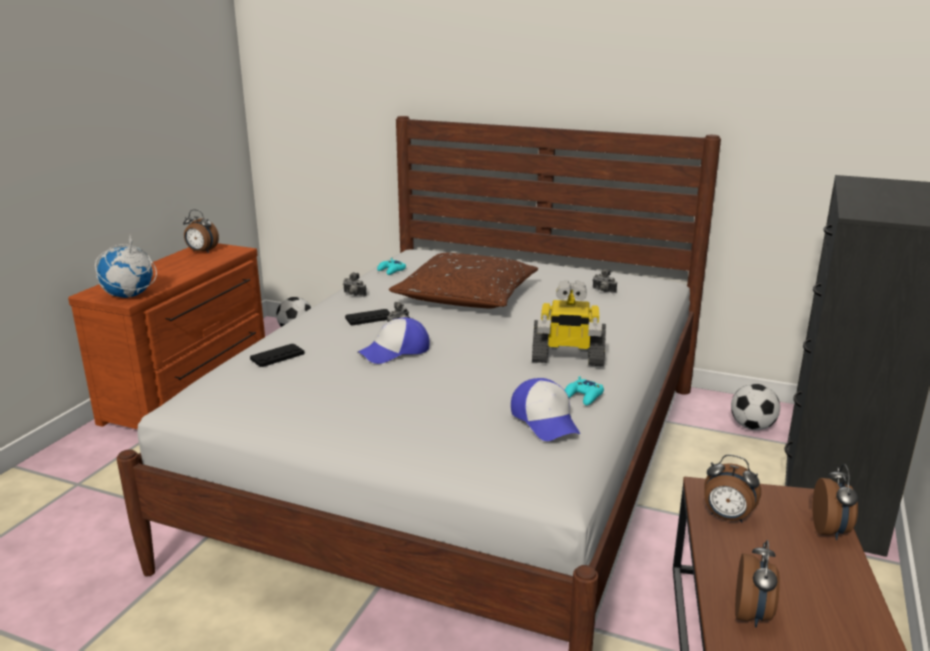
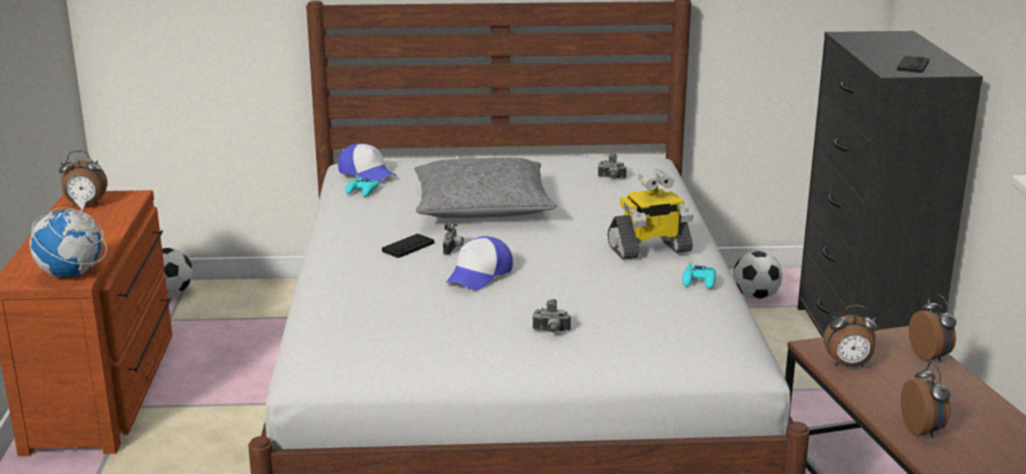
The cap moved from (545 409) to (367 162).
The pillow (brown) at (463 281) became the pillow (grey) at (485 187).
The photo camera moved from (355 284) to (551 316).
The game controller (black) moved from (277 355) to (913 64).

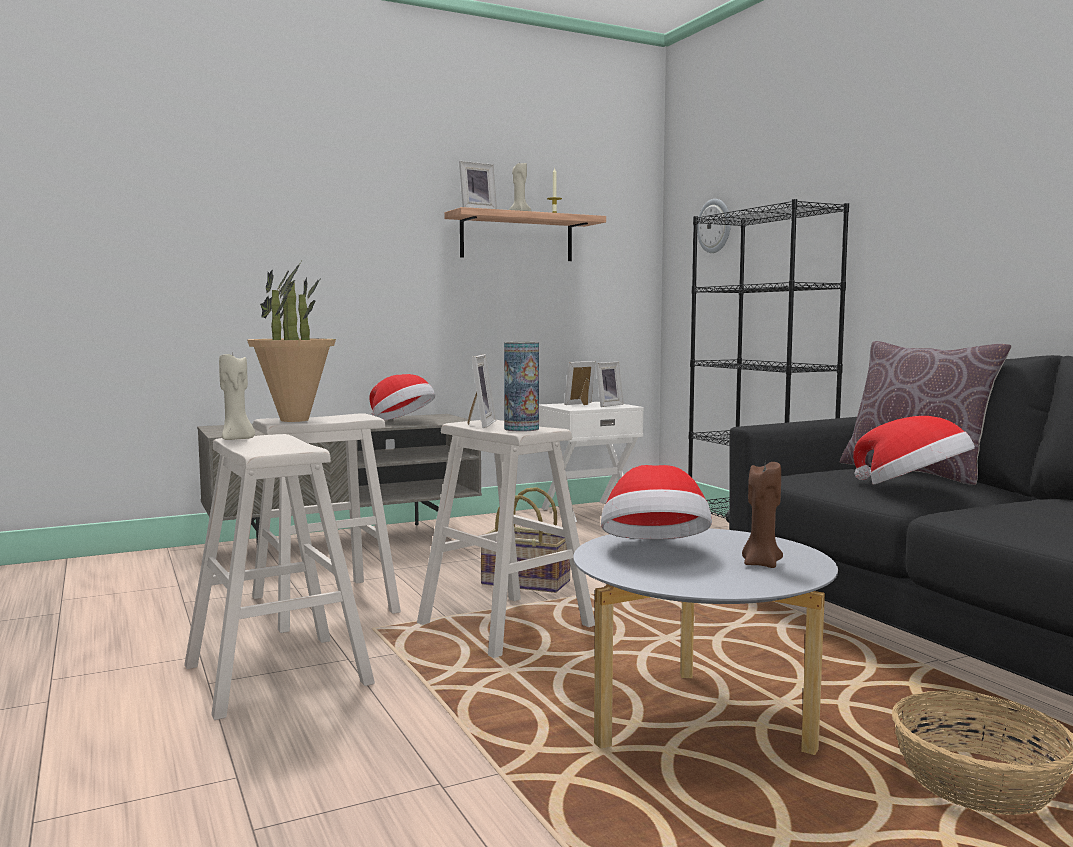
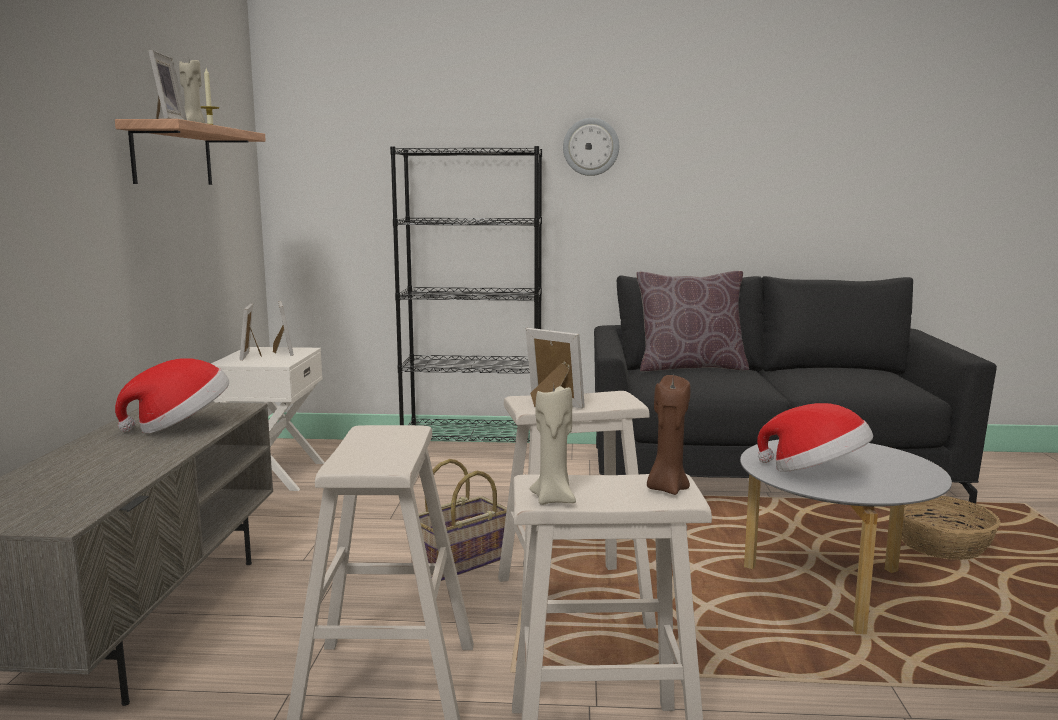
The wall clock moved from (714 226) to (591 147).
The candle (brown) moved from (762 515) to (669 435).
The potted plant at (291 342) disappeared.
The vase at (521 387) disappeared.
The hat at (914 450) disappeared.

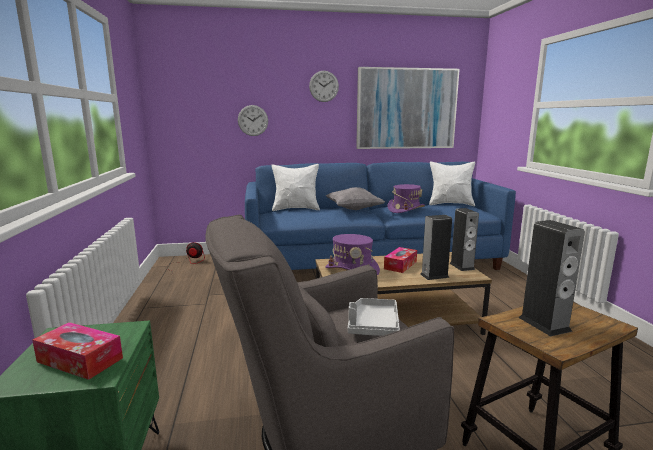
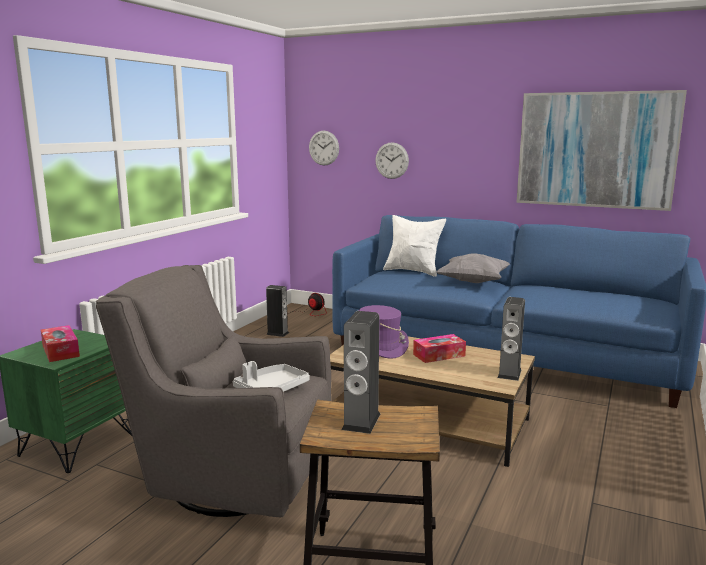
The speaker moved from (436 247) to (277 311).
The wall clock moved from (324 86) to (324 148).
The hat (purple) at (406 198) disappeared.
The pillow (white) at (452 183) disappeared.

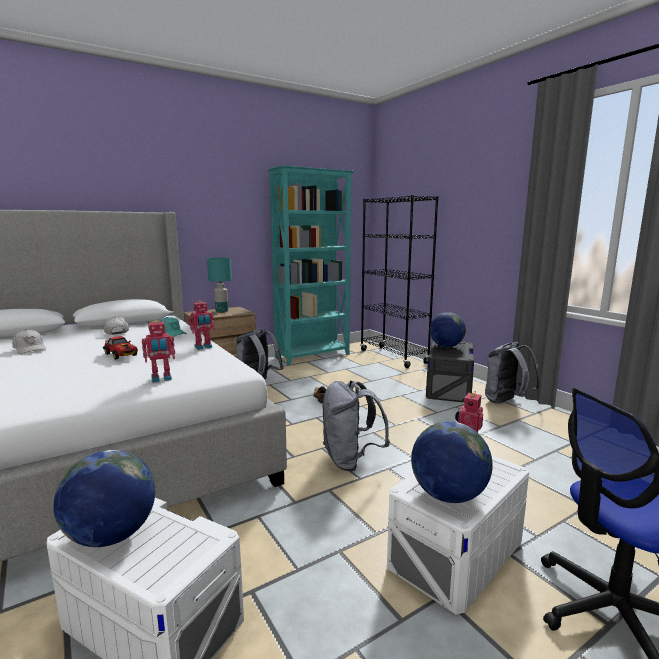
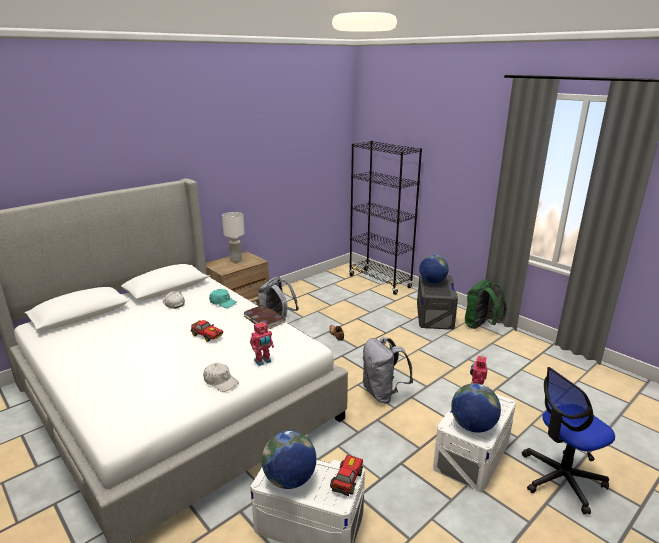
The cap (white) moved from (29 342) to (221 377).
The table lamp (turquoise) at (219 285) became the table lamp (white) at (233 237).
The toy robot at (202 325) was replaced by the book at (264 317).
The toy car at (346 475) appeared.
The backpack (grey) at (512 373) became the backpack (green) at (485 304).
The bookcase (turquoise) at (311 265) disappeared.

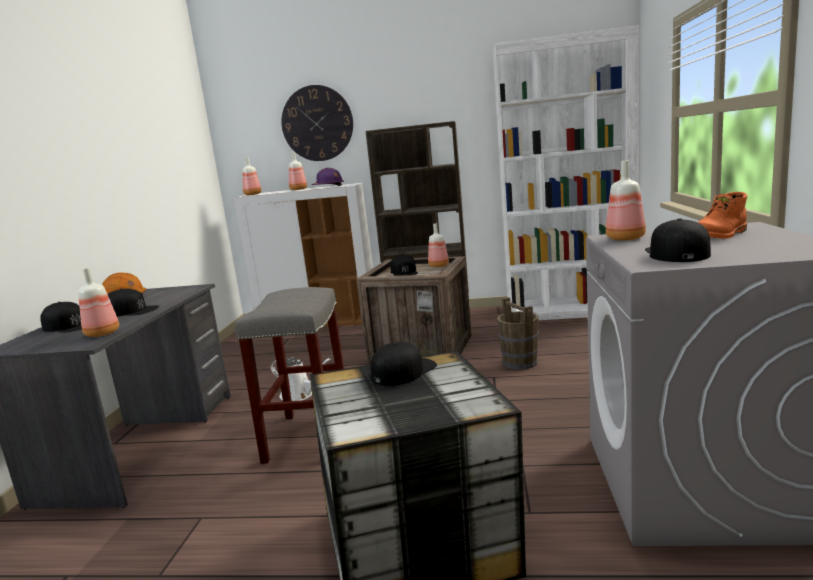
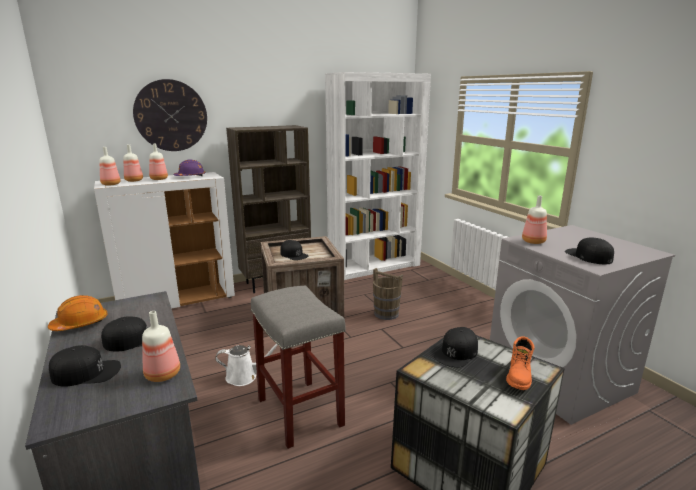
The bottle moved from (438 245) to (133 163).
The cap (black) at (403 364) turned 150 degrees counterclockwise.
The boot (orange) moved from (722 215) to (520 363).

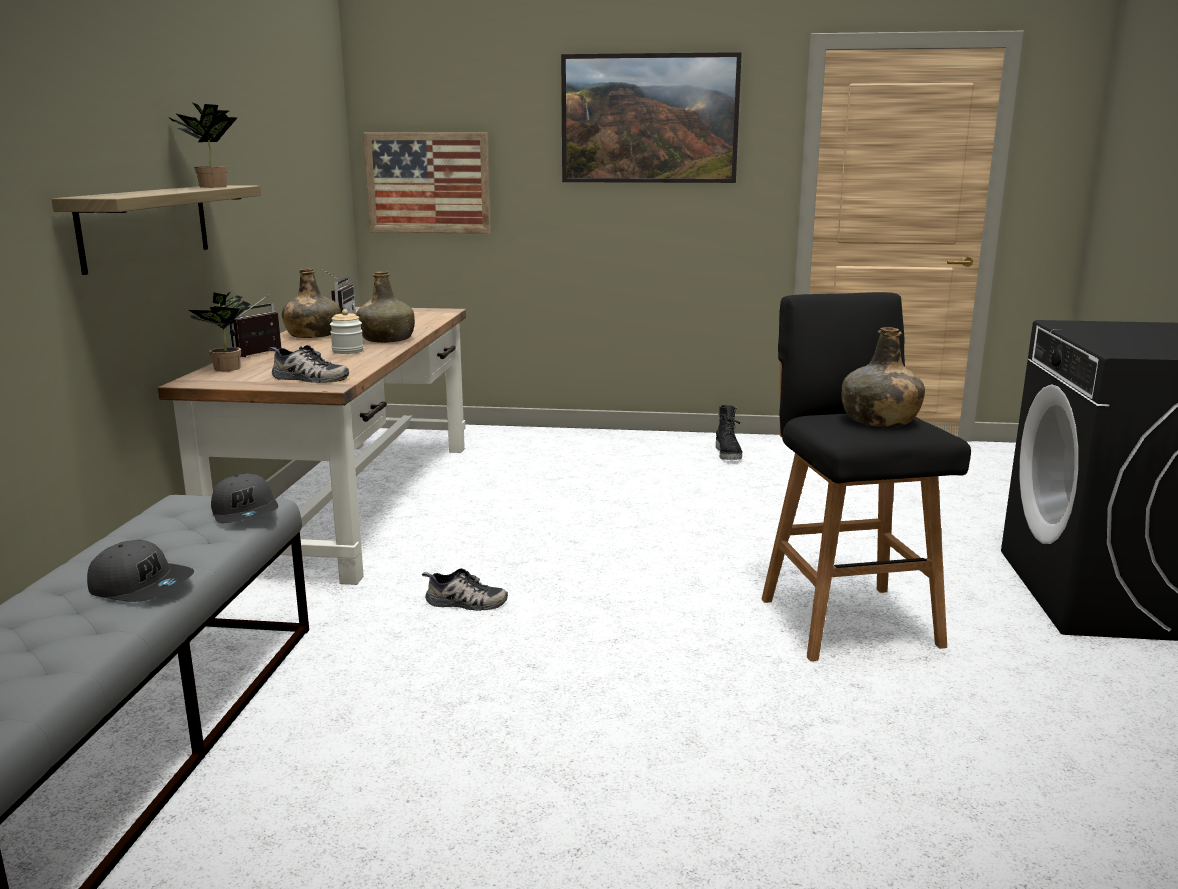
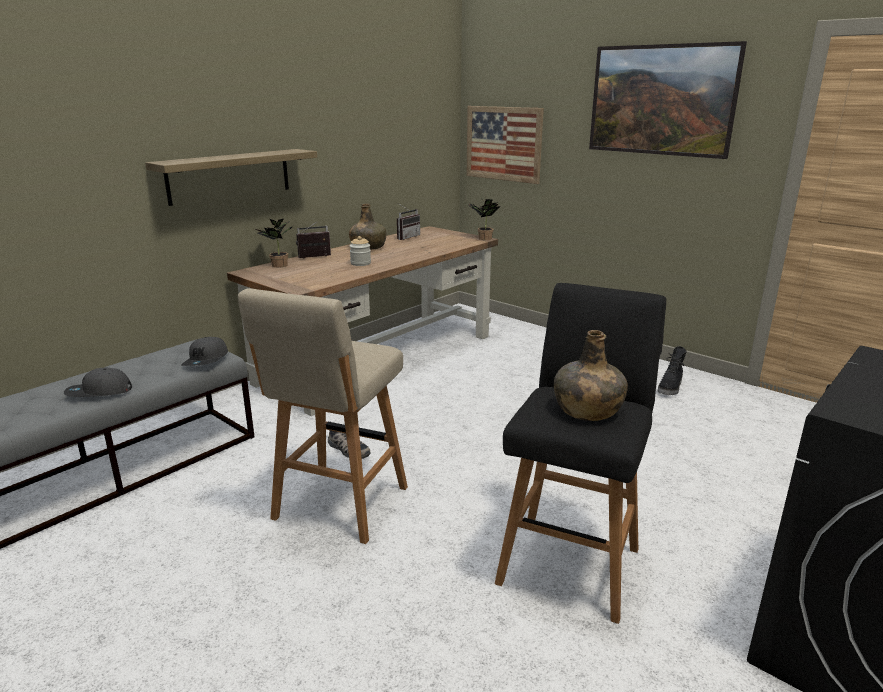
The cap (grey) at (140 571) turned 105 degrees clockwise.
The stool (beige) at (323 416) appeared.
The potted plant moved from (203 145) to (484 219).
The shoe at (309 364) disappeared.
The bottle (green) at (385 307) disappeared.

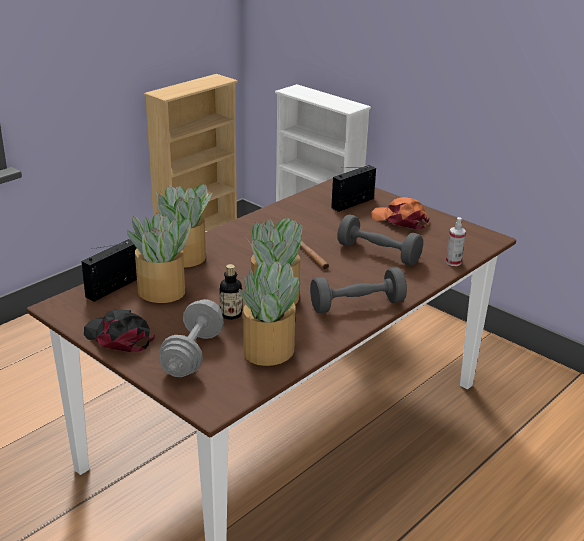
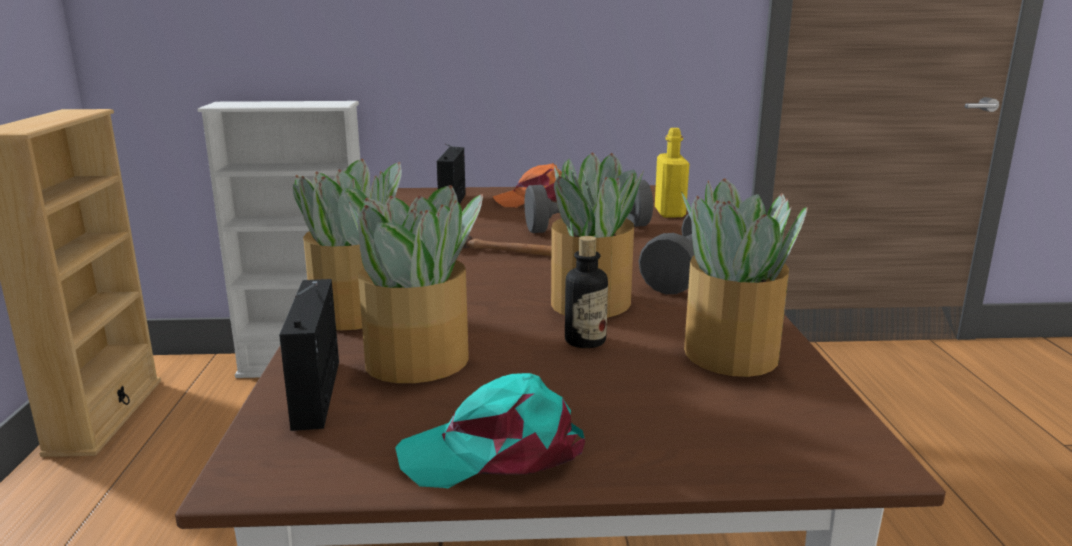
The cap (black) at (119 331) became the cap (turquoise) at (490 430).
The spray bottle at (456 241) was replaced by the bottle (yellow) at (672 172).
The dumbbell (grey) at (191 338) disappeared.

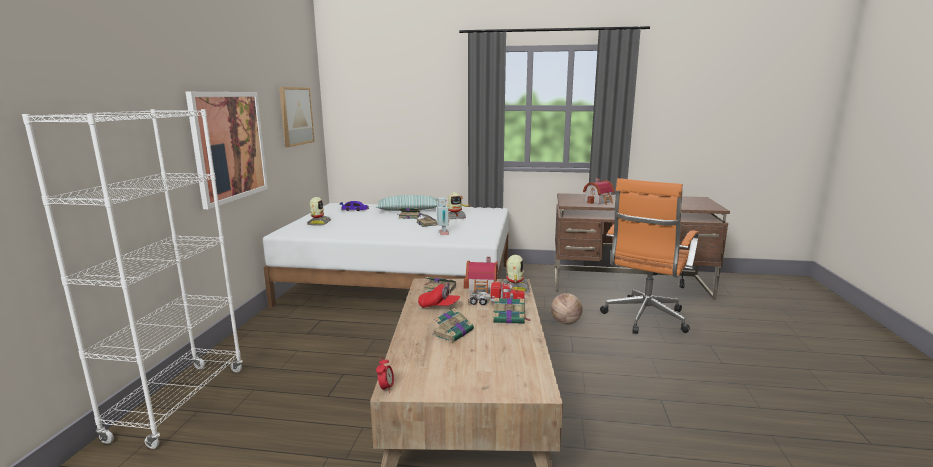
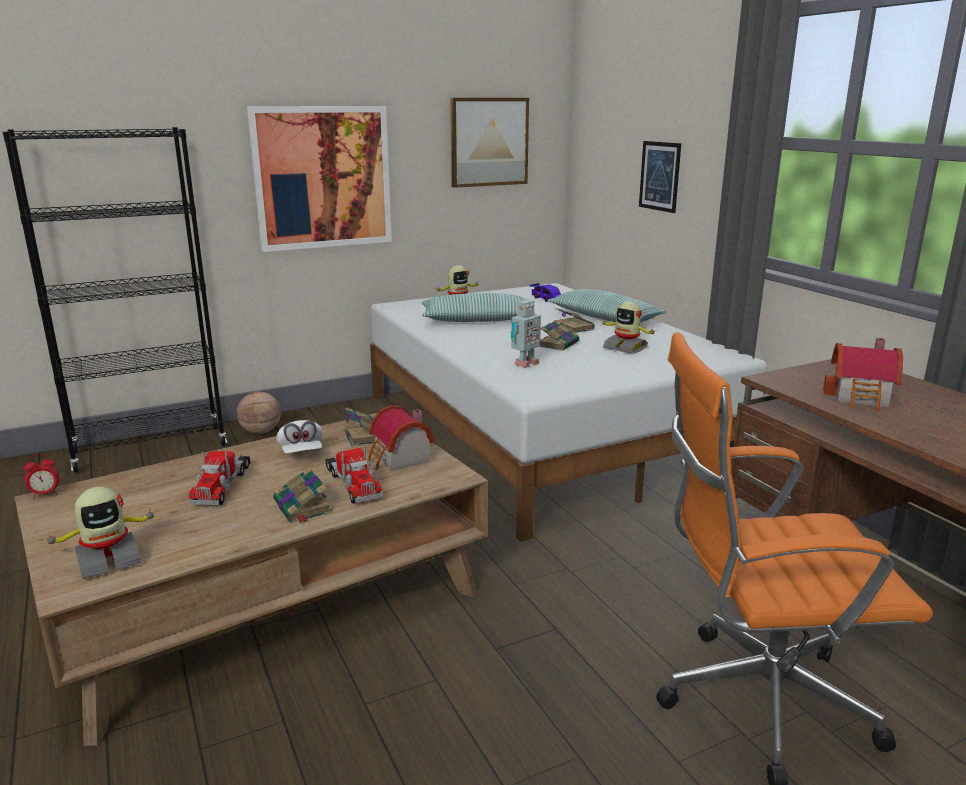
The bookcase (white) at (132 279) became the bookcase (black) at (115 300).
The toy robot moved from (517 274) to (99 533).
The book at (453 325) was replaced by the toy truck at (219 478).
The basketball moved from (567 309) to (259 412).
The cap (red) at (439 295) became the cap (white) at (299 436).
The pillow at (478 307) appeared.
The picture at (660 177) appeared.

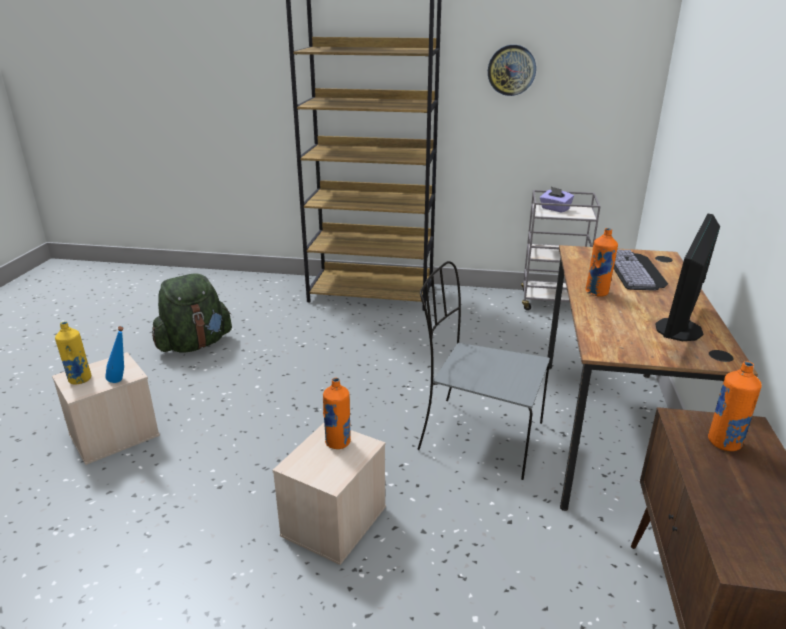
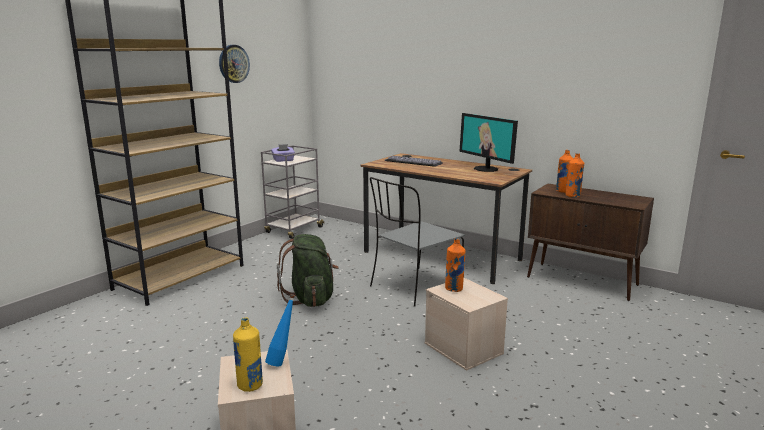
The backpack (green) moved from (192 313) to (308 270).
The bottle (orange) moved from (601 262) to (574 175).

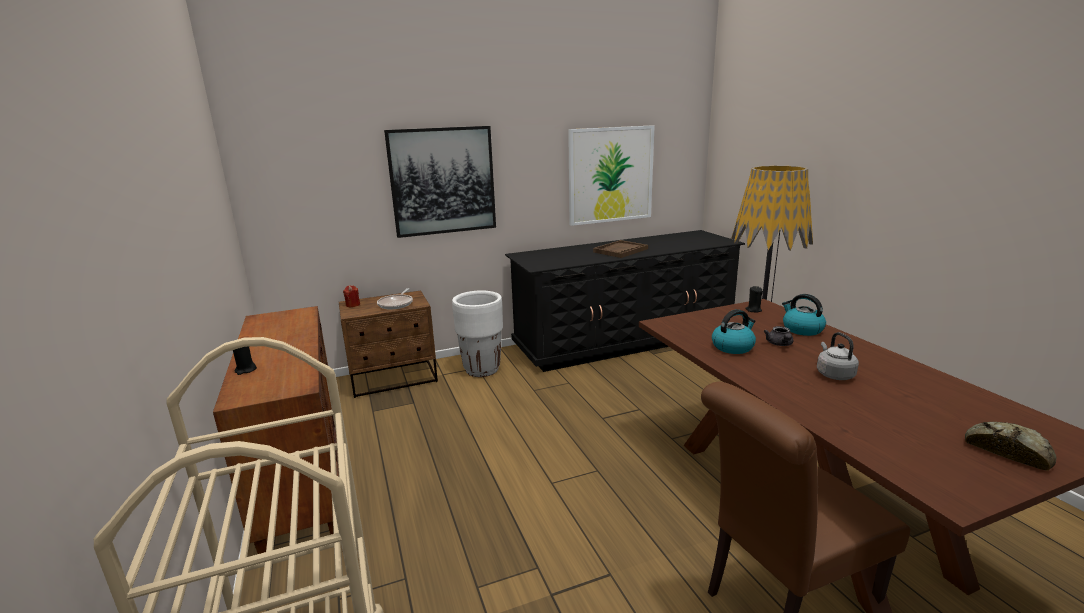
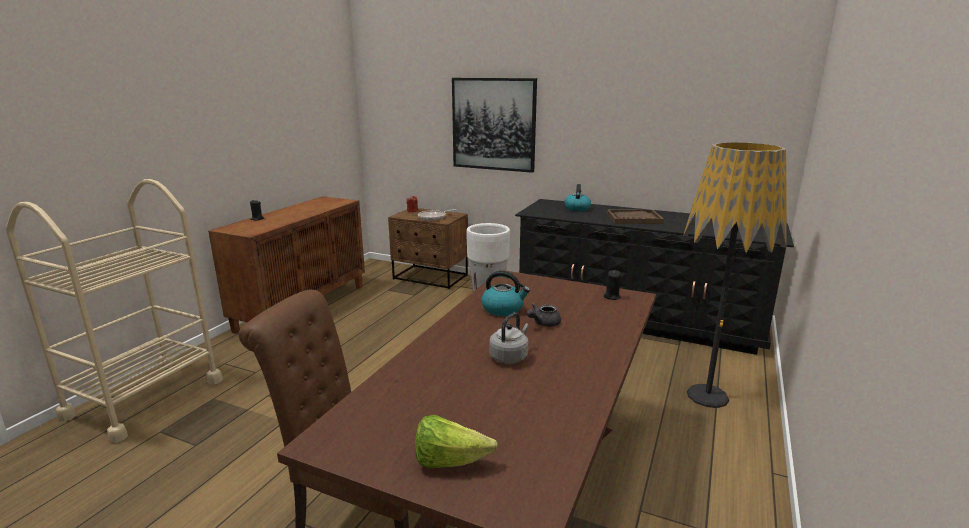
The bread at (1010 446) was replaced by the lettuce at (456 441).
The kettle moved from (804 315) to (577 197).
The picture at (611 175) disappeared.

